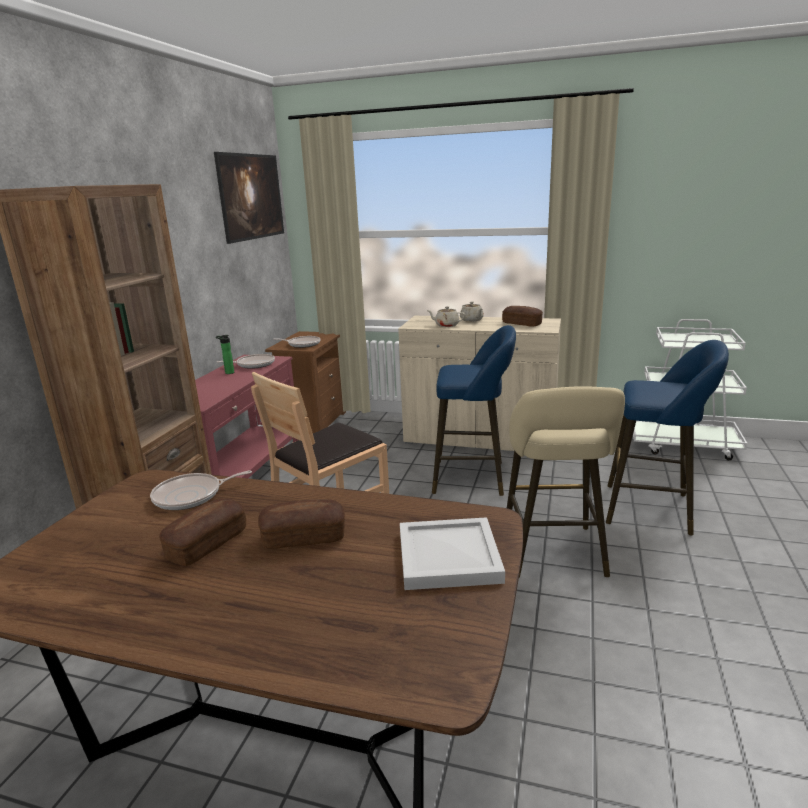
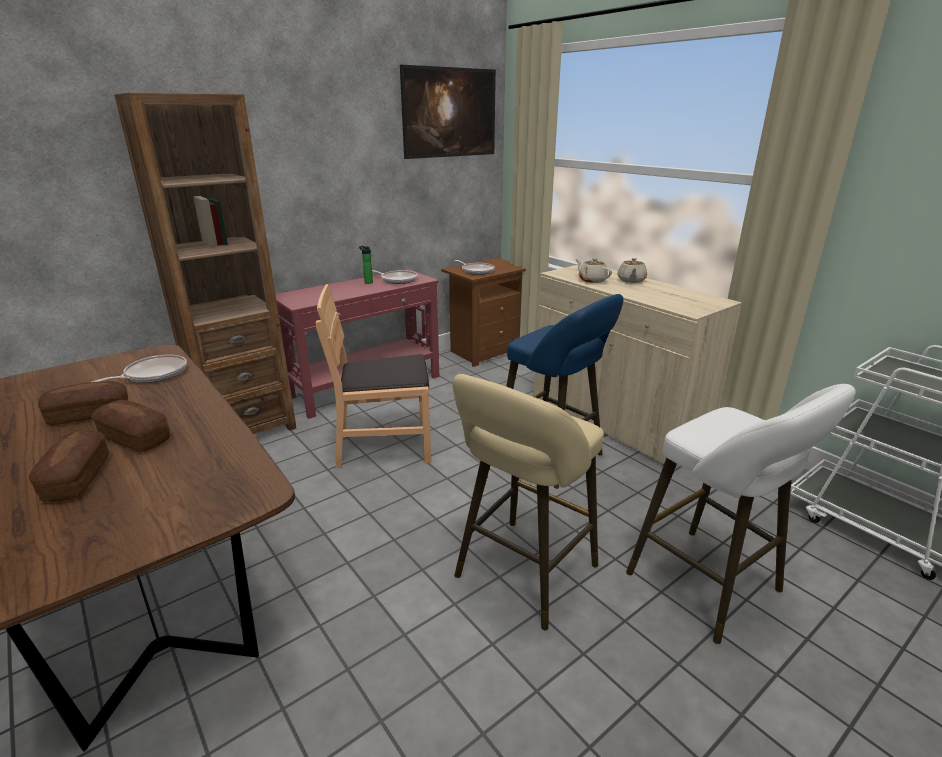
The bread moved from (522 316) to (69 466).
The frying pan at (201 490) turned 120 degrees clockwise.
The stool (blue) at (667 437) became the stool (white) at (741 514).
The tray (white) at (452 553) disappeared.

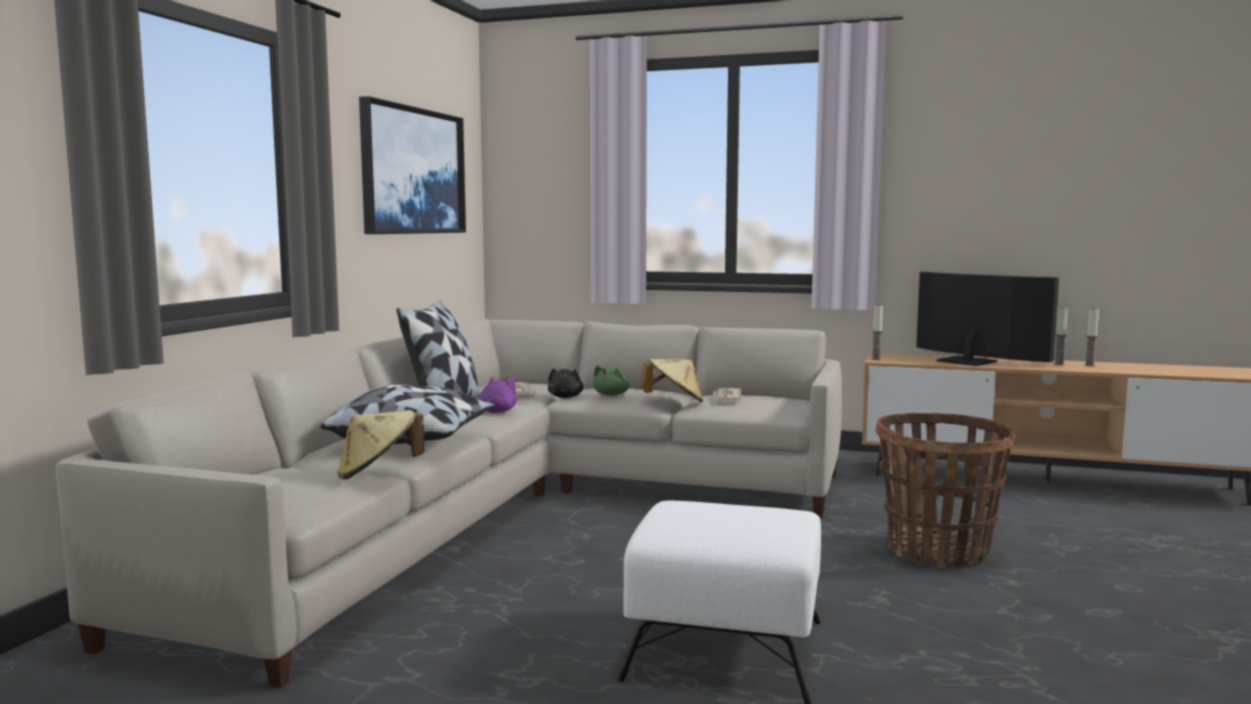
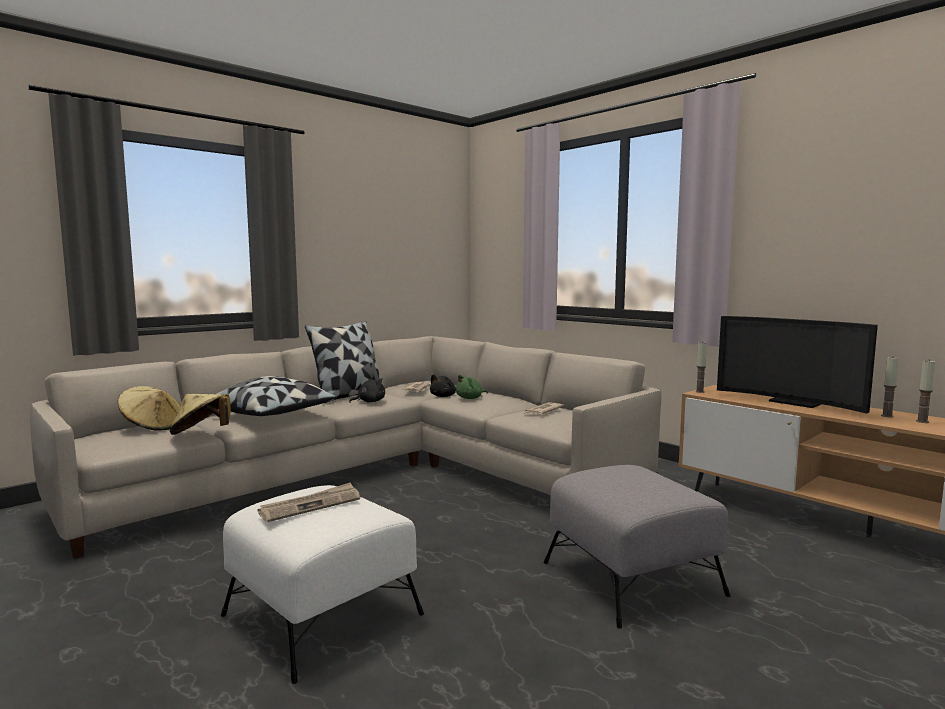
The hat (beige) moved from (672 380) to (149 408).
The newspaper at (309 502) appeared.
The plush toy (purple) at (497 394) became the plush toy (black) at (367 390).
The basket at (944 491) was replaced by the ottoman (grey) at (636 547).
The television at (987 319) turned 150 degrees clockwise.
The picture at (412 165) disappeared.

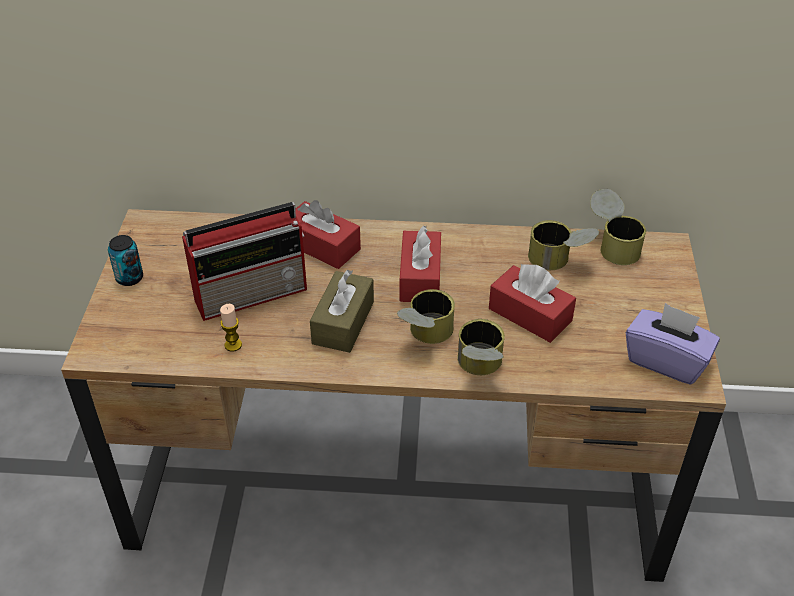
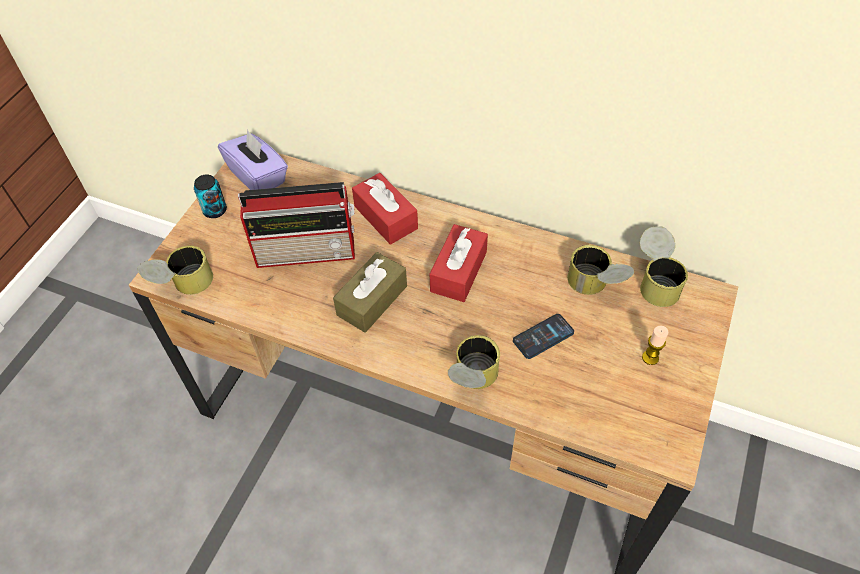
The can moved from (426 316) to (175 270).
The tissue box (purple) moved from (673 344) to (253 159).
The tissue box (red) at (532 303) was replaced by the phone at (543 336).
The candle moved from (231 328) to (655 345).

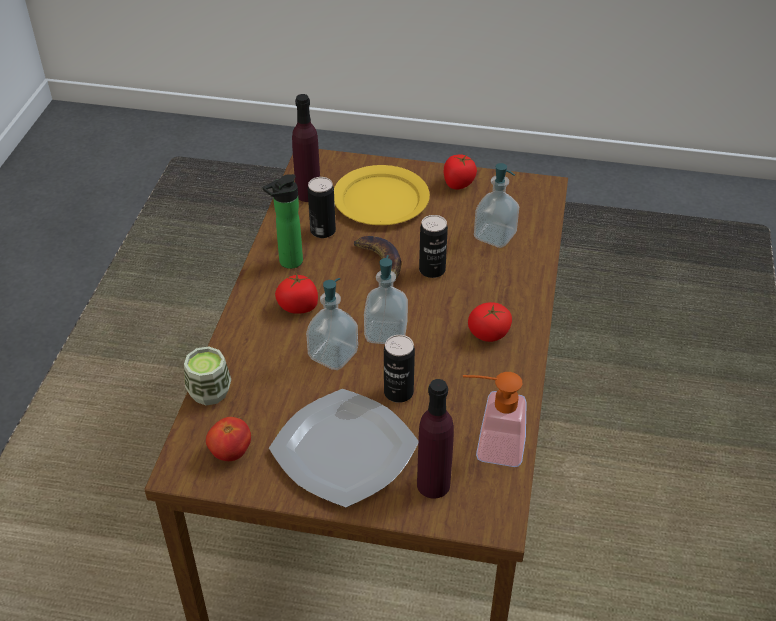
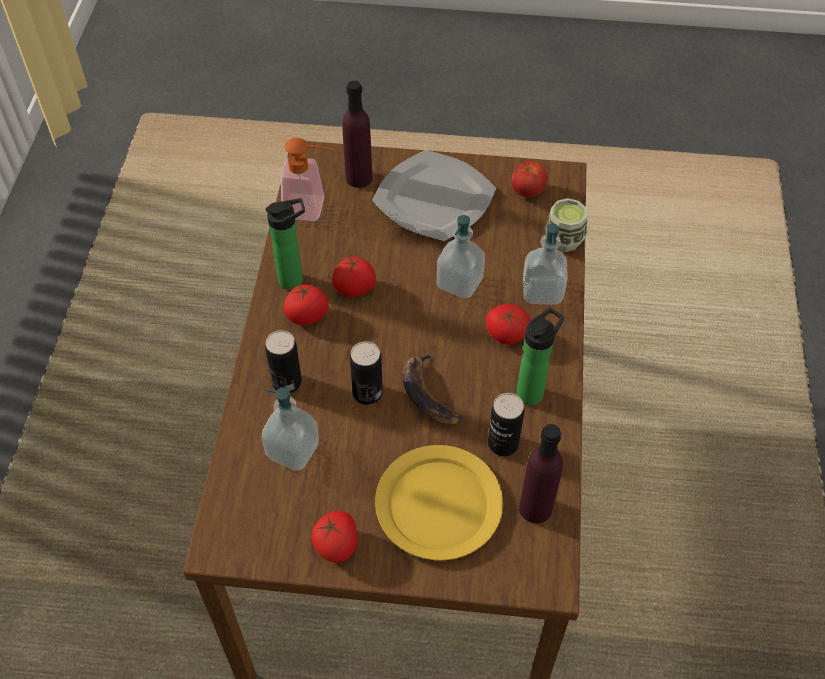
The bottle at (285 244) appeared.
The can moved from (399 369) to (283 361).
The tomato at (354 276) appeared.
The soap dispenser moved from (386 299) to (545 264).

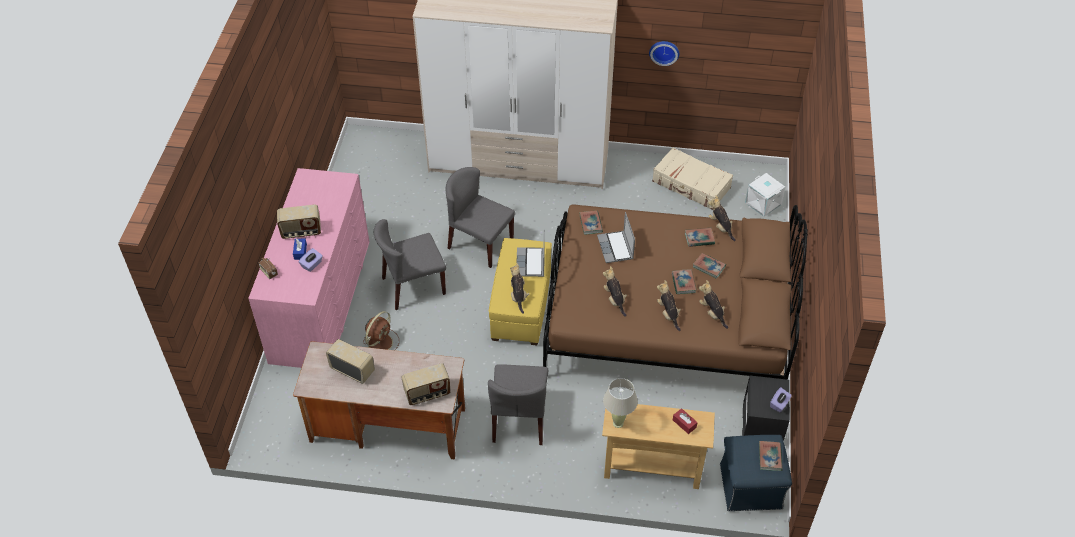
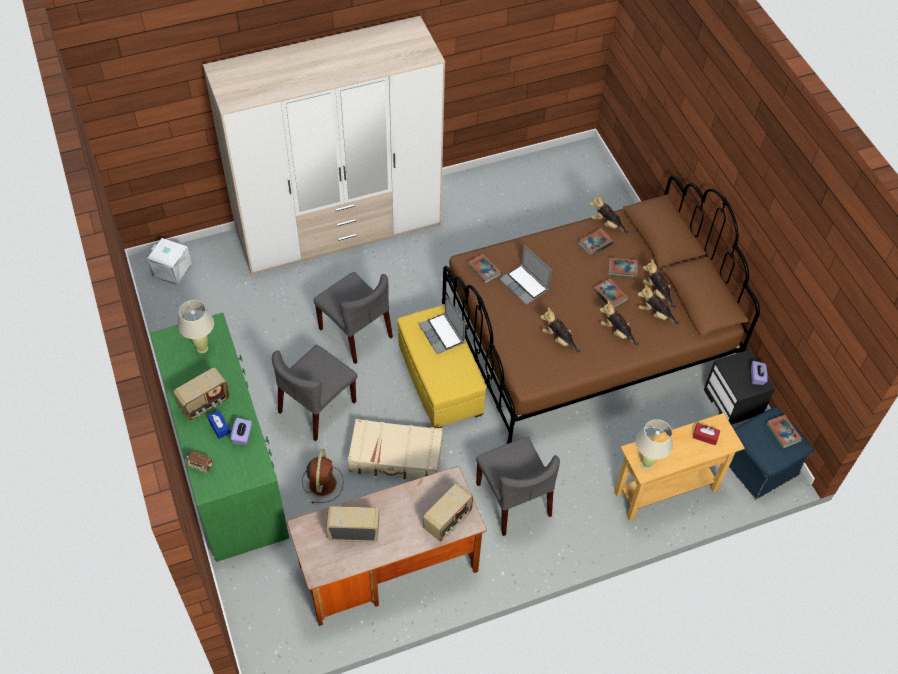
The storage box (white) moved from (765 195) to (169 261).
The dresser (pink) at (309 268) became the dresser (green) at (219 437).
The table lamp (beige) at (196 326) appeared.
The chair (grey) at (480 217) turned 135 degrees counterclockwise.
The suitcase (beige) moved from (692 178) to (395 449).
The plush toy moved from (520 288) to (659 283).
The wall clock at (664 53) disappeared.

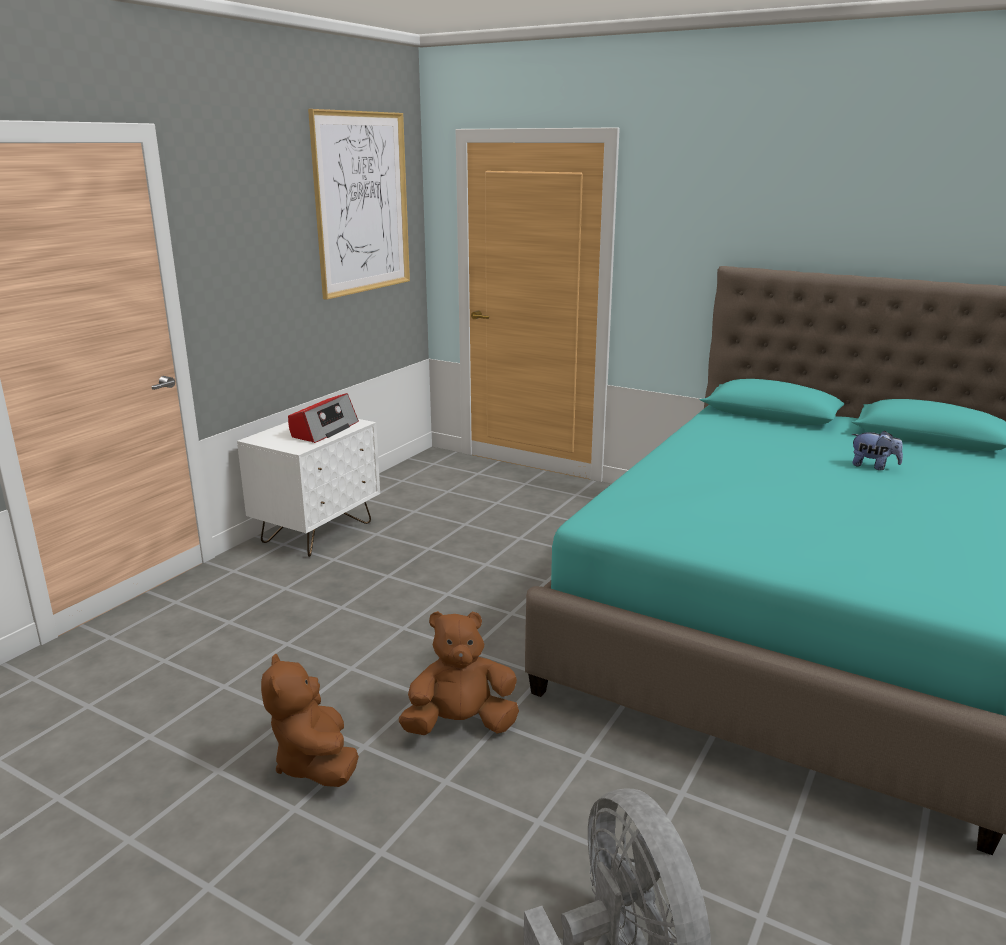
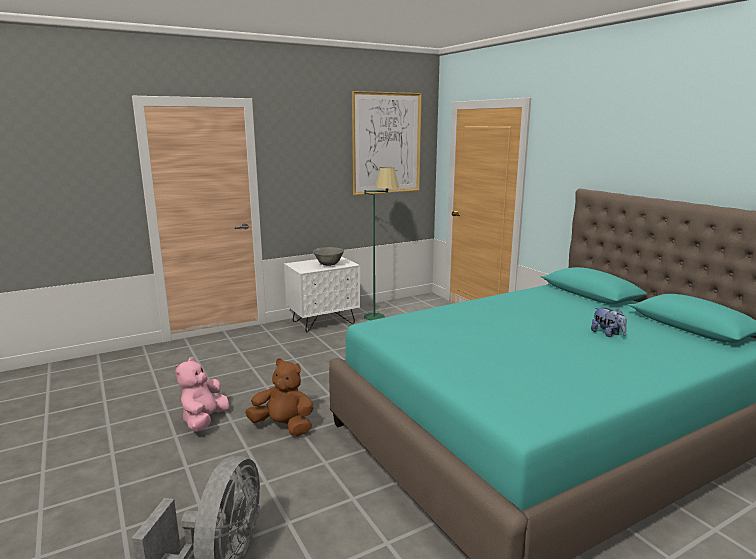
The plush toy (brown) at (310 720) became the plush toy (pink) at (202 394).
The radio at (323 418) was replaced by the bowl (grey) at (328 256).
The floor lamp (green) at (381 243) appeared.

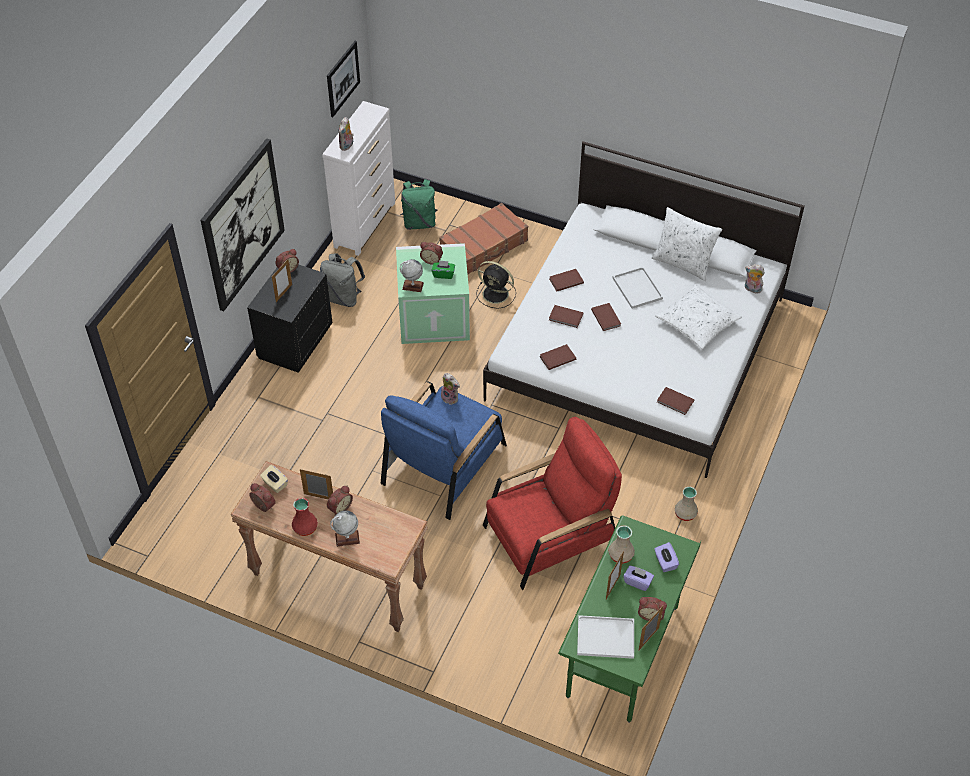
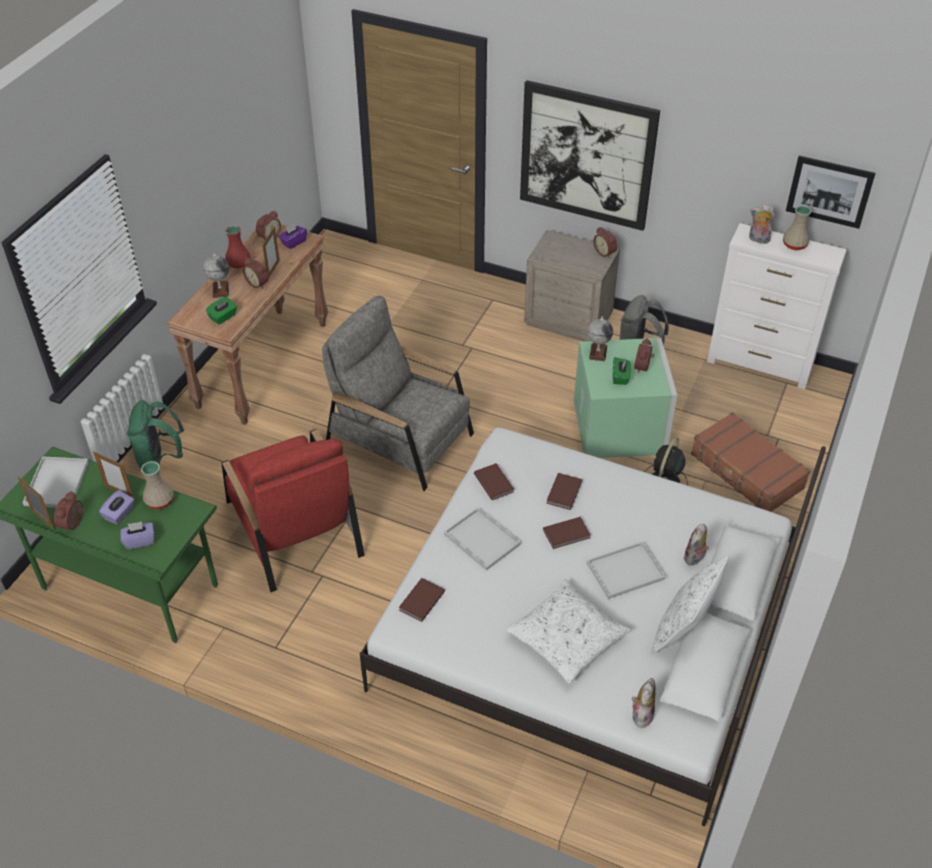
The backpack (green) moved from (418 204) to (155 434).
The tissue box (green) at (221 311) appeared.
The tissue box (beige) at (274 479) became the tissue box (purple) at (293 236).
The armchair (blue) at (443 451) became the armchair (grey) at (398 393).
The tray (white) at (482 539) appeared.
The nightstand (black) at (289 318) became the nightstand (beige) at (572 285).
The plush toy moved from (450 389) to (696 545).
The vase (beige) moved from (686 504) to (797 228).
The picture frame at (282 280) disappeared.
The book (brown) at (566 280) disappeared.

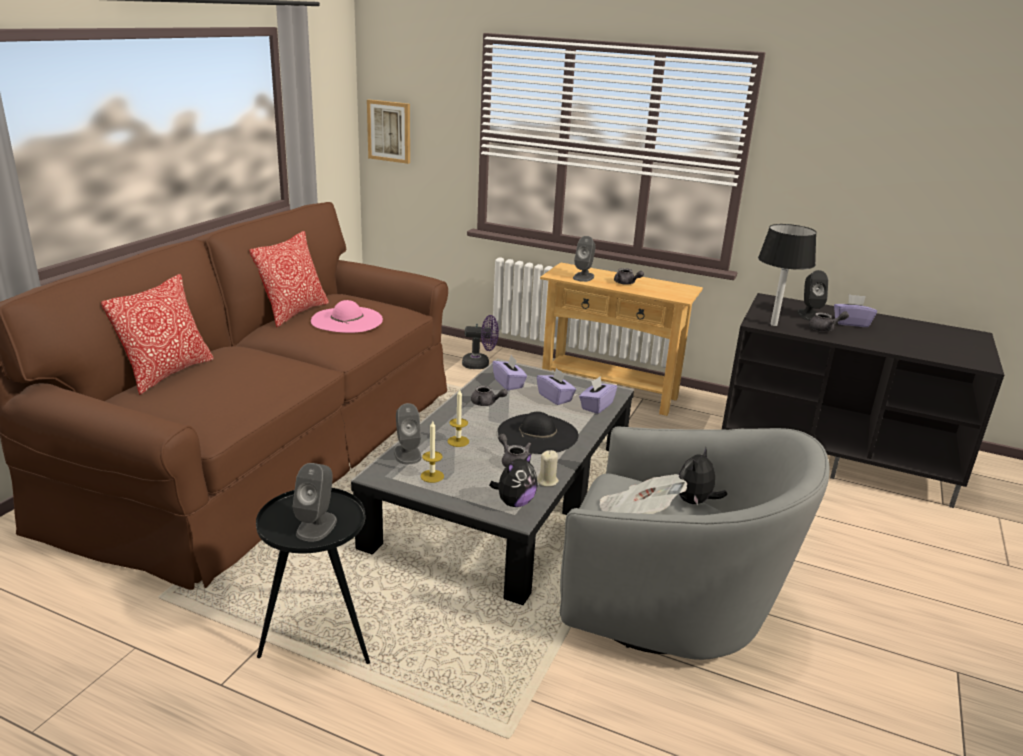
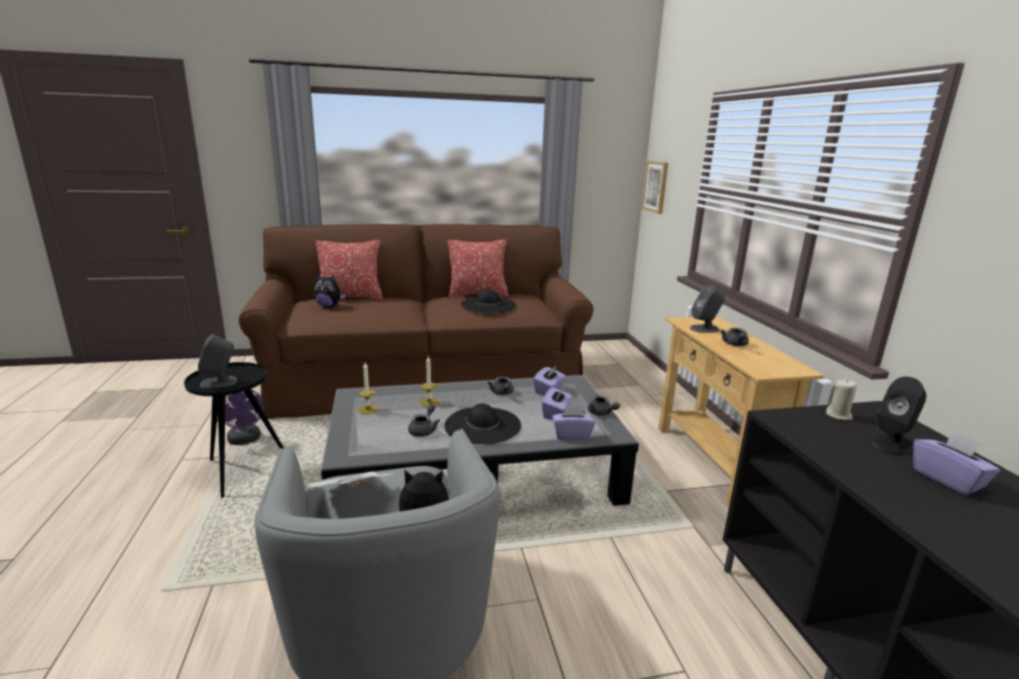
The fan (purple) moved from (480 342) to (245 417).
The plush toy moved from (513 480) to (329 290).
The hat (pink) at (347 316) became the hat (black) at (488 301).
The teapot (grey) moved from (829 321) to (604 406).
The candle (beige) moved from (548 468) to (841 400).
The speaker (grey) at (407 433) disappeared.
The table lamp (black) at (787 275) disappeared.

